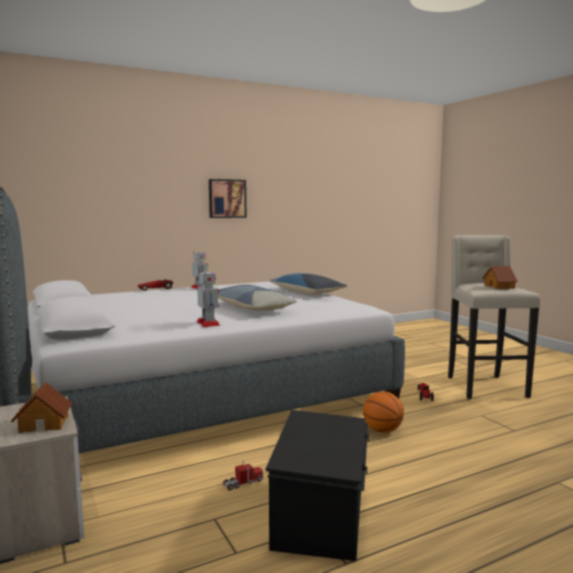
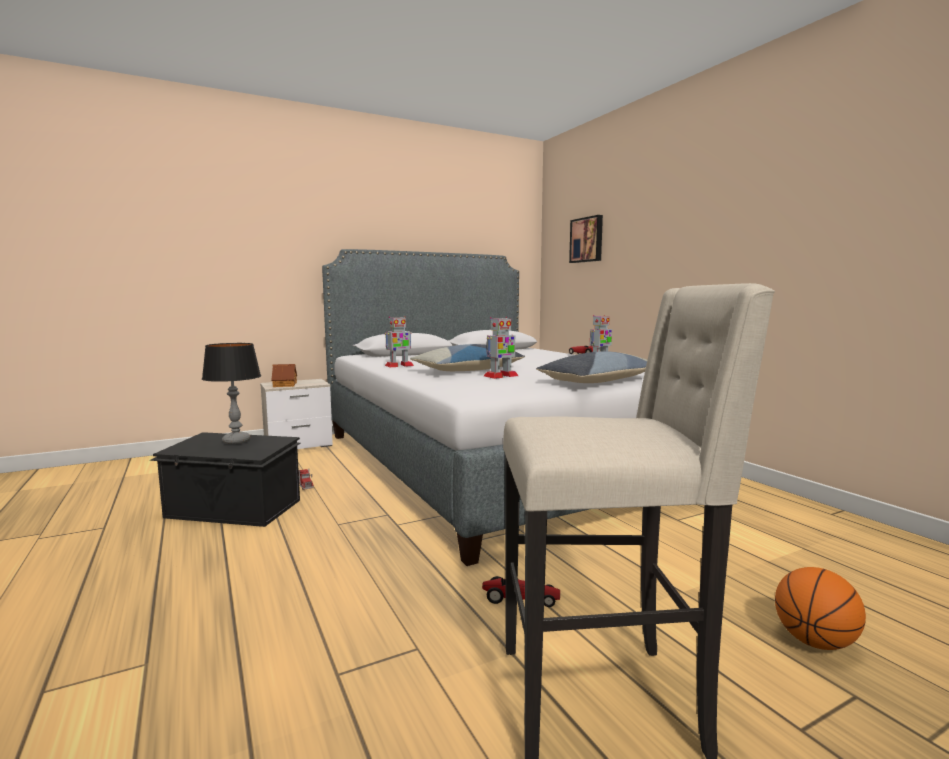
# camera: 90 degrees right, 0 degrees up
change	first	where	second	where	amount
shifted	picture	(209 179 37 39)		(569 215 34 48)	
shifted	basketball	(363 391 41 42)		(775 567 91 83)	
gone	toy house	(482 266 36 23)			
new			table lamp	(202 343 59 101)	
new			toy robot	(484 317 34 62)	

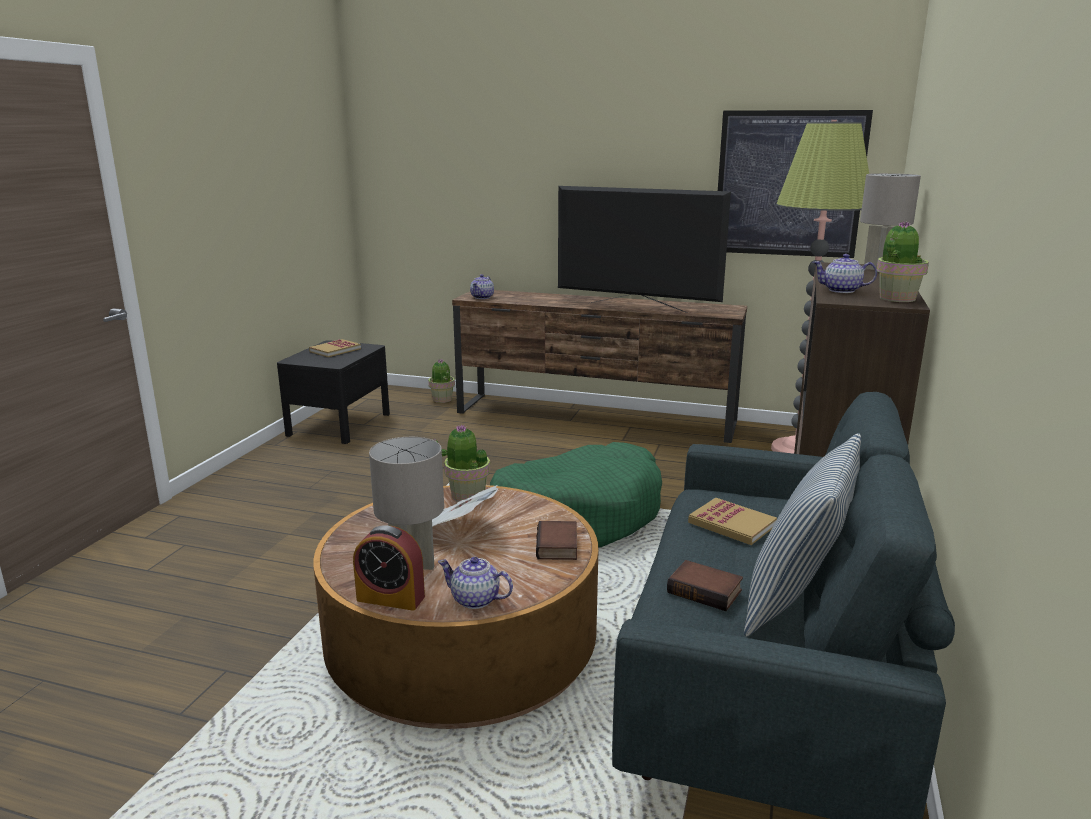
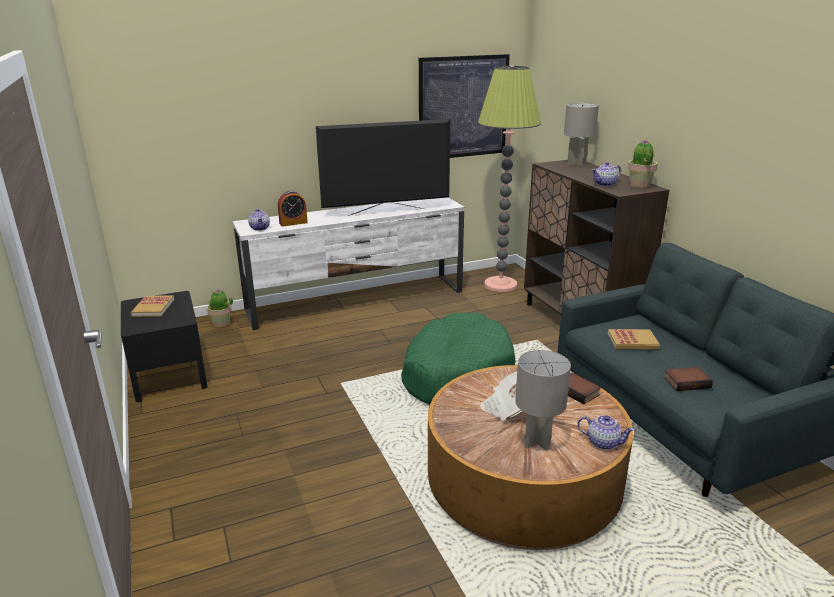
# camera: 40 degrees left, 5 degrees up
change	first	where	second	where	amount
shifted	alarm clock	(353 525 72 86)		(278 191 30 36)	
gone	potted plant	(433 424 57 78)			
rotated	teapot	(438 557 75 52)		(577 415 58 35)	135 degrees counterclockwise
repainted	brown tv stand	(452 290 295 153)	white tv stand	(233 197 232 133)	
gone	pillow	(744 433 117 204)			

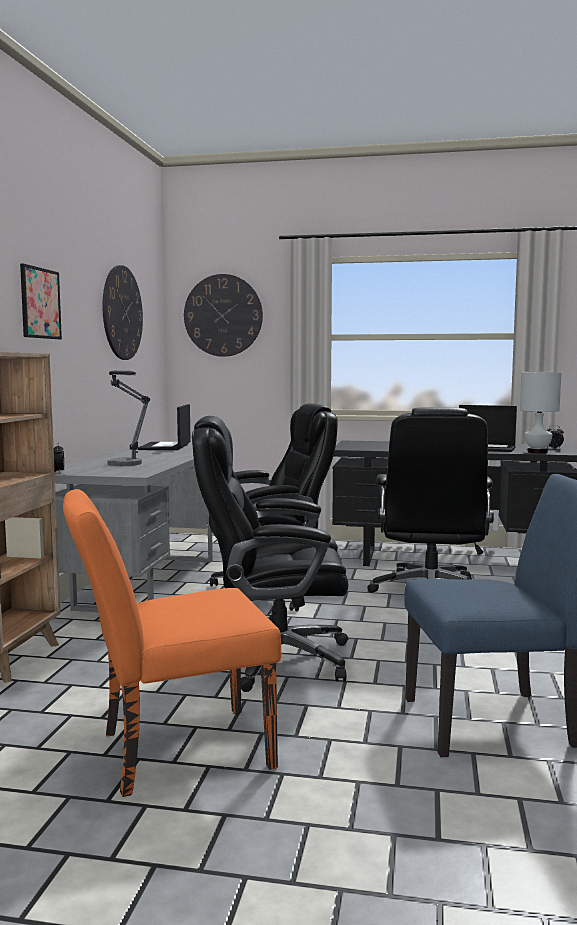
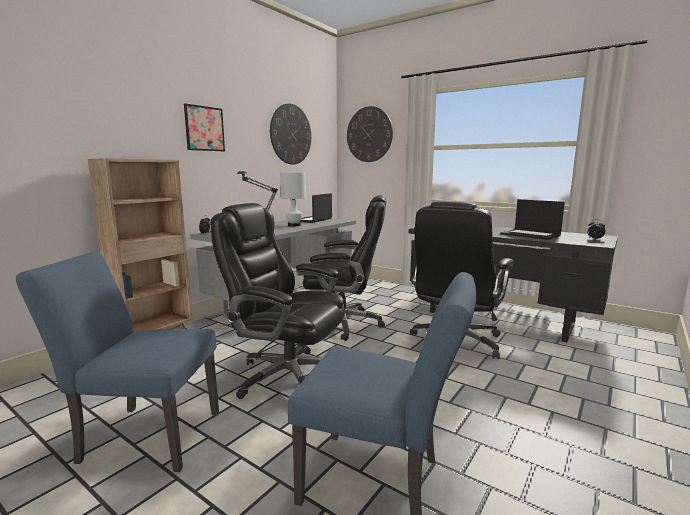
# camera: 25 degrees right, 5 degrees up
change	first	where	second	where	amount
repainted	orange chair	(63 489 218 308)	blue chair	(16 251 203 221)	
shifted	white table lamp	(520 372 42 82)		(280 172 26 54)	

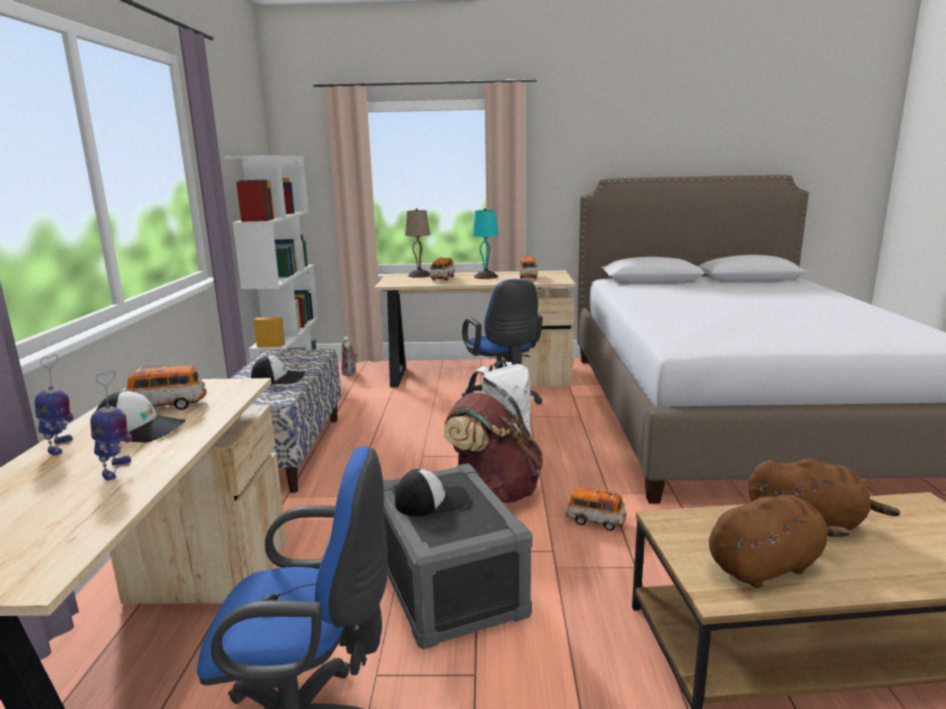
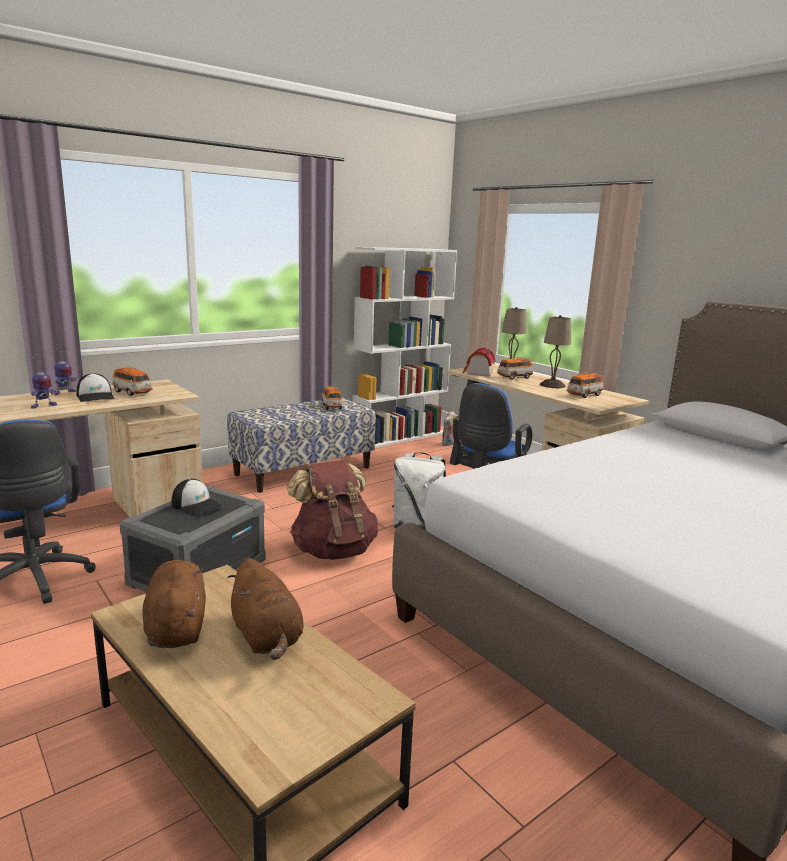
# camera: 50 degrees right, 0 degrees up
change	first	where	second	where	amount
gone	cap	(251 356 54 29)			
repainted	turquoise table lamp	(472 208 26 71)	beige table lamp	(540 315 31 73)	
shifted	toy car	(566 488 61 43)		(321 386 22 24)	
rotated	brown plush toy	(709 495 141 93)		(143 560 63 88)	135 degrees counterclockwise
new			toy house	(463 348 32 29)	

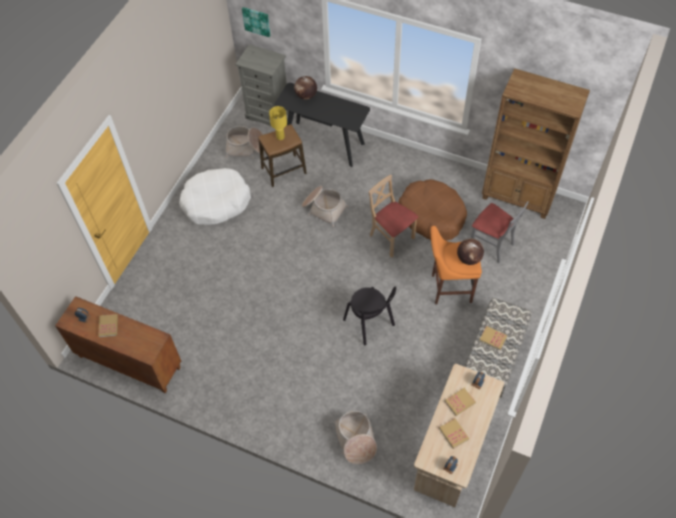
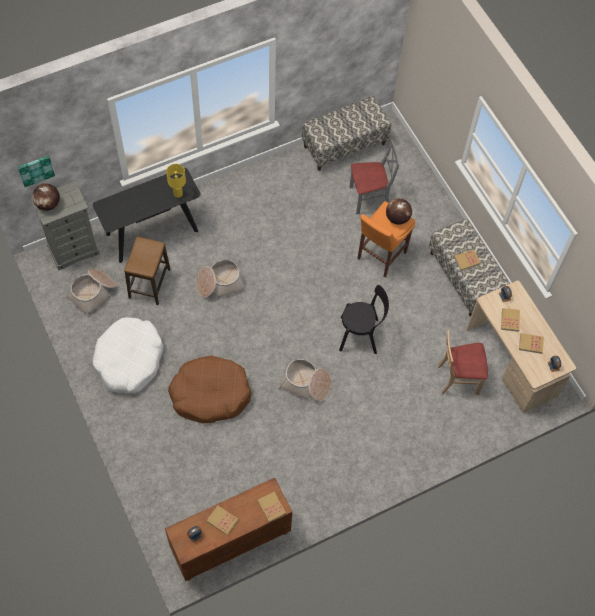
# camera: 55 degrees left, 5 degrees up
change	first	where	second	where	amount
shifted	yellow table lamp	(269 106 18 34)		(166 164 20 34)	
shifted	globe	(294 76 23 24)		(32 183 28 28)	
shifted	basket	(334 411 43 53)		(278 359 53 43)	
shifted	beige chair	(369 175 49 82)		(438 330 50 65)	
shifted	brown dog bed	(398 179 69 62)		(168 355 84 68)	
swapped	brown bookcase	(482 68 108 151)	bench	(302 96 89 75)	
new			book	(257 492 29 30)	

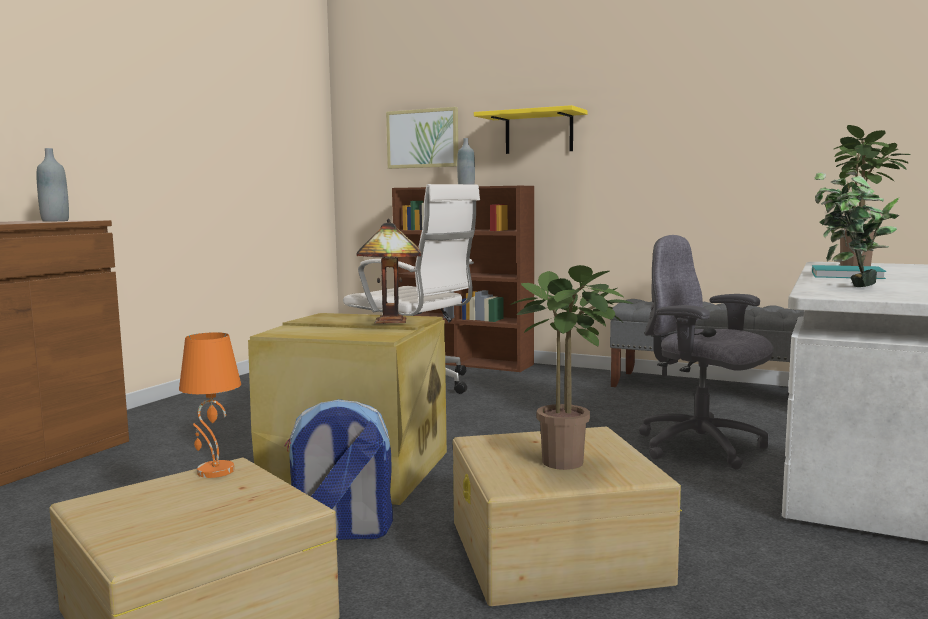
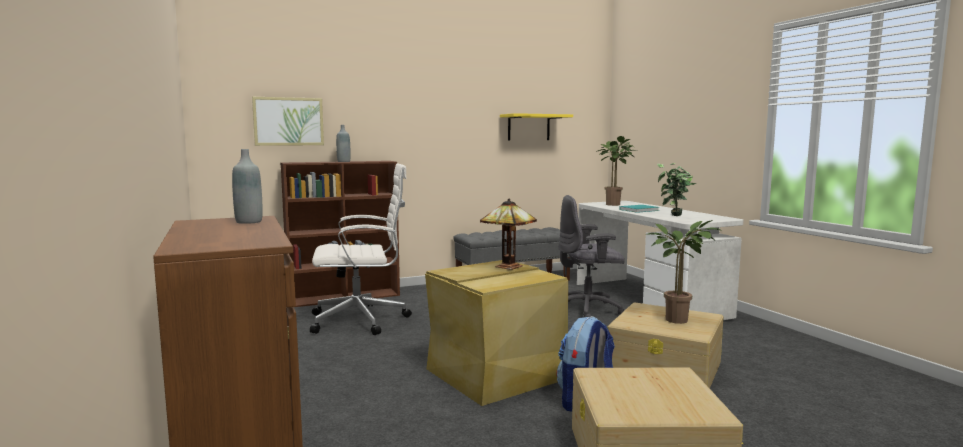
# camera: 50 degrees left, 0 degrees up
change	first	where	second	where	amount
gone	orange table lamp	(179 332 62 146)			
shifted	yellow shelf	(474 105 114 49)		(500 113 73 27)	

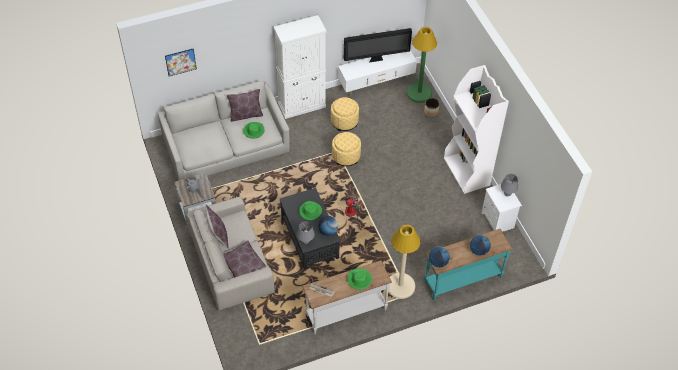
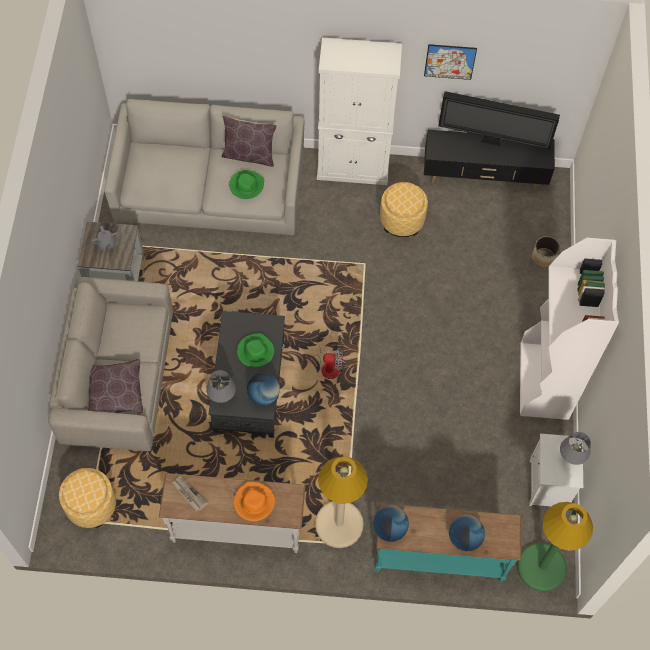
# camera: 25 degrees right, 10 degrees up
change	first	where	second	where	amount
shifted	picture	(165 48 32 28)		(424 44 53 36)	
gone	brown pillow	(205 205 23 44)			
shifted	ottoman	(332 132 29 34)		(59 468 57 60)	
repainted	white tv stand	(338 51 79 46)	black tv stand	(424 130 131 61)	
repainted	green hat	(347 268 25 22)	orange hat	(234 481 41 40)	
shifted	green floor lamp	(407 27 30 76)		(517 502 76 90)	

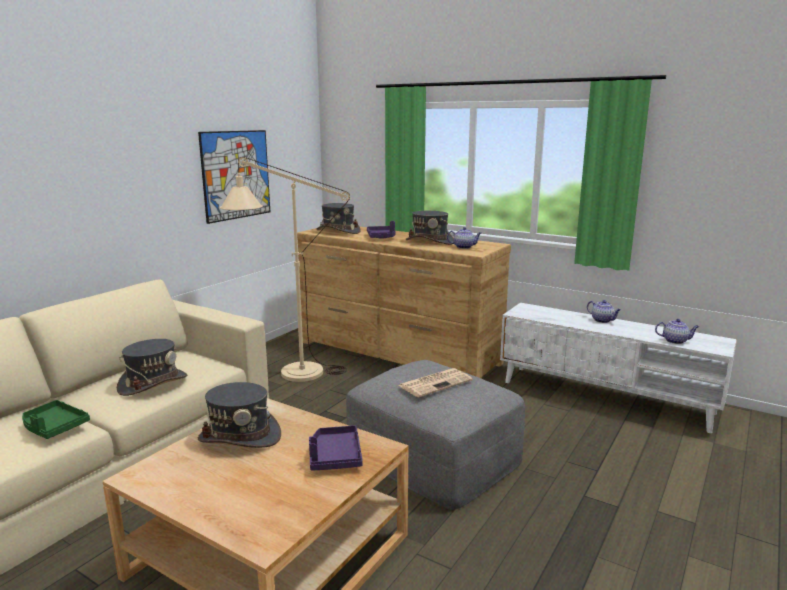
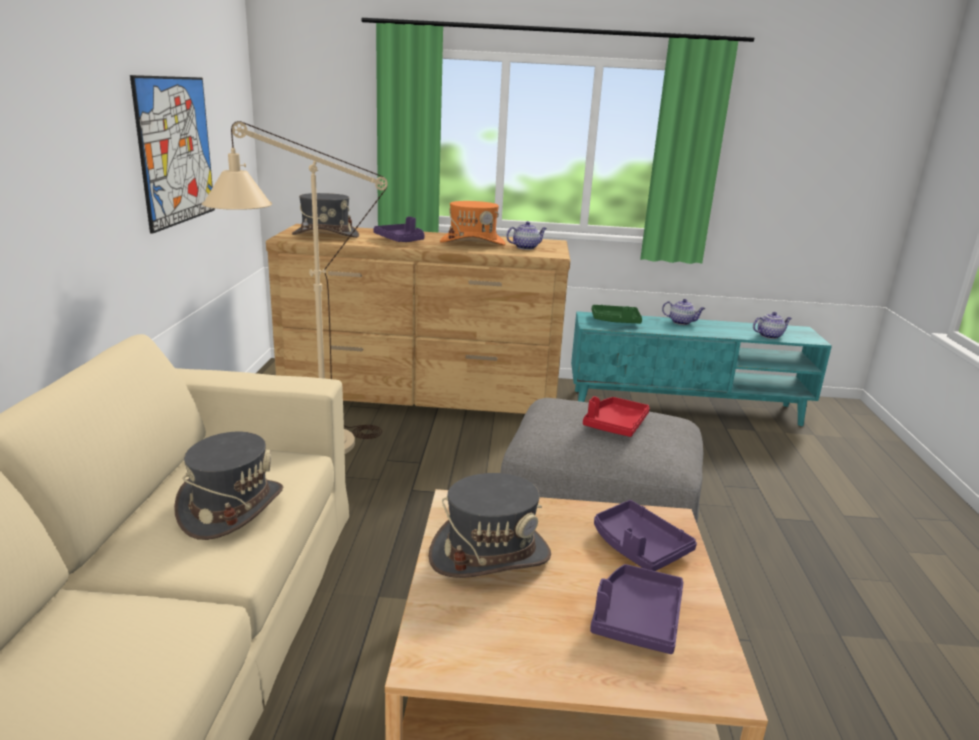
# camera: 30 degrees left, 5 degrees up
change	first	where	second	where	amount
shifted	green tray	(22 400 68 39)		(592 305 50 19)	
swapped	newspaper	(399 368 74 30)	red tray	(583 396 67 41)	
repainted	grey hat	(406 211 48 34)	orange hat	(440 201 66 45)	
repainted	white tv stand	(500 303 237 130)	turquoise tv stand	(571 311 261 115)	
new			purple tray	(590 564 94 90)	

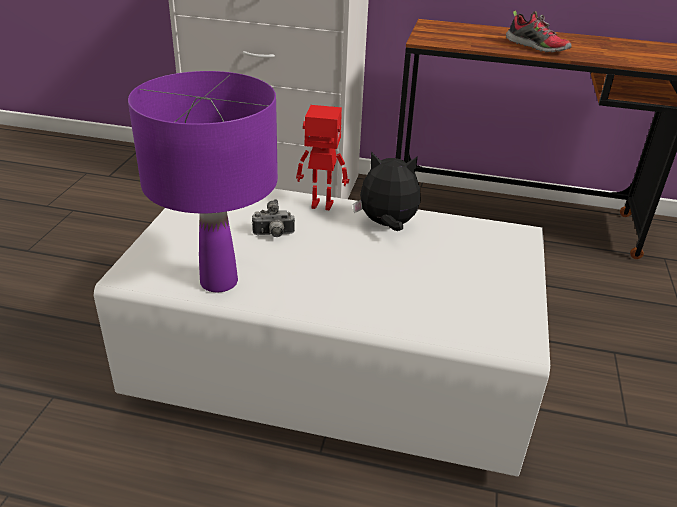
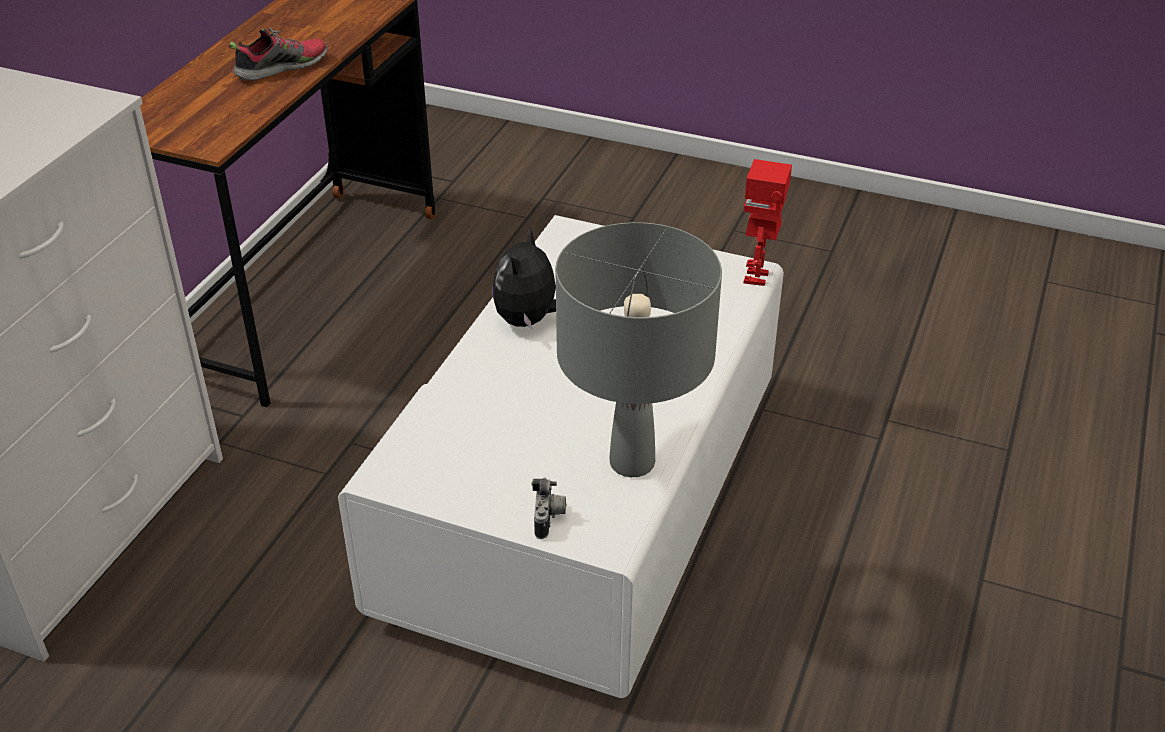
# camera: 80 degrees left, 5 degrees up
change	first	where	second	where	amount
repainted	purple table lamp	(128 71 150 222)	grey table lamp	(555 222 167 255)	
shifted	photo camera	(252 199 43 38)		(532 478 34 61)	
shifted	toy robot	(296 105 53 105)		(743 159 49 127)	

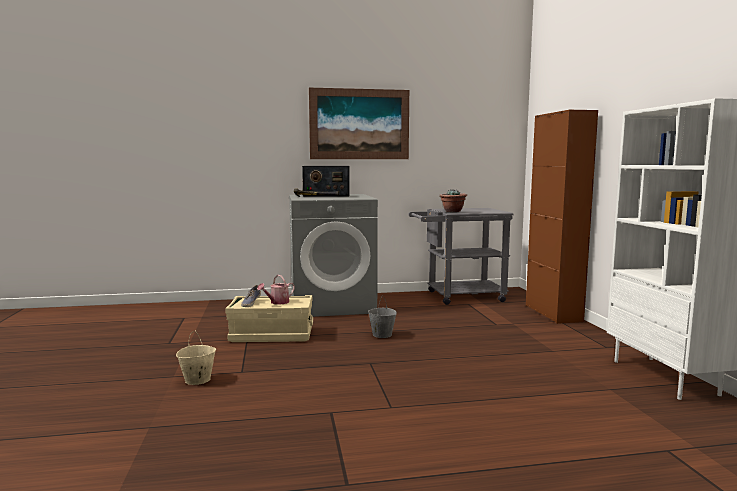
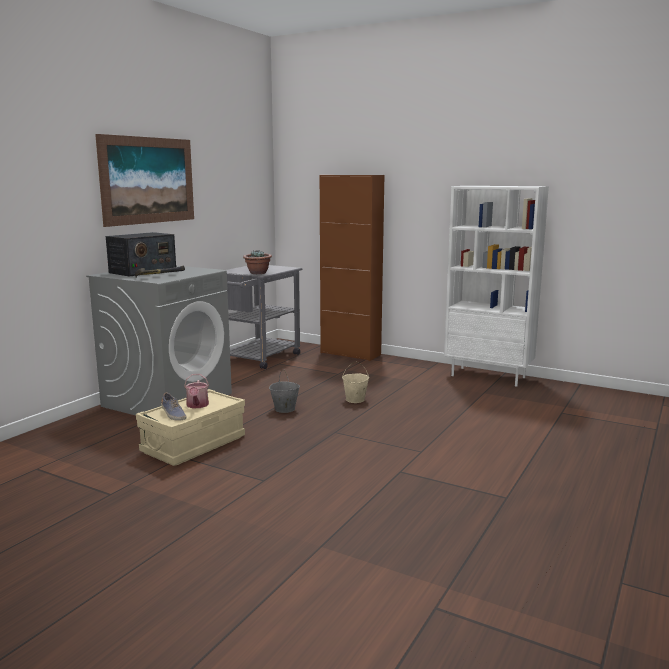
# camera: 50 degrees left, 5 degrees up
change	first	where	second	where	amount
shifted	beige bucket	(176 331 40 54)		(342 362 27 41)	

